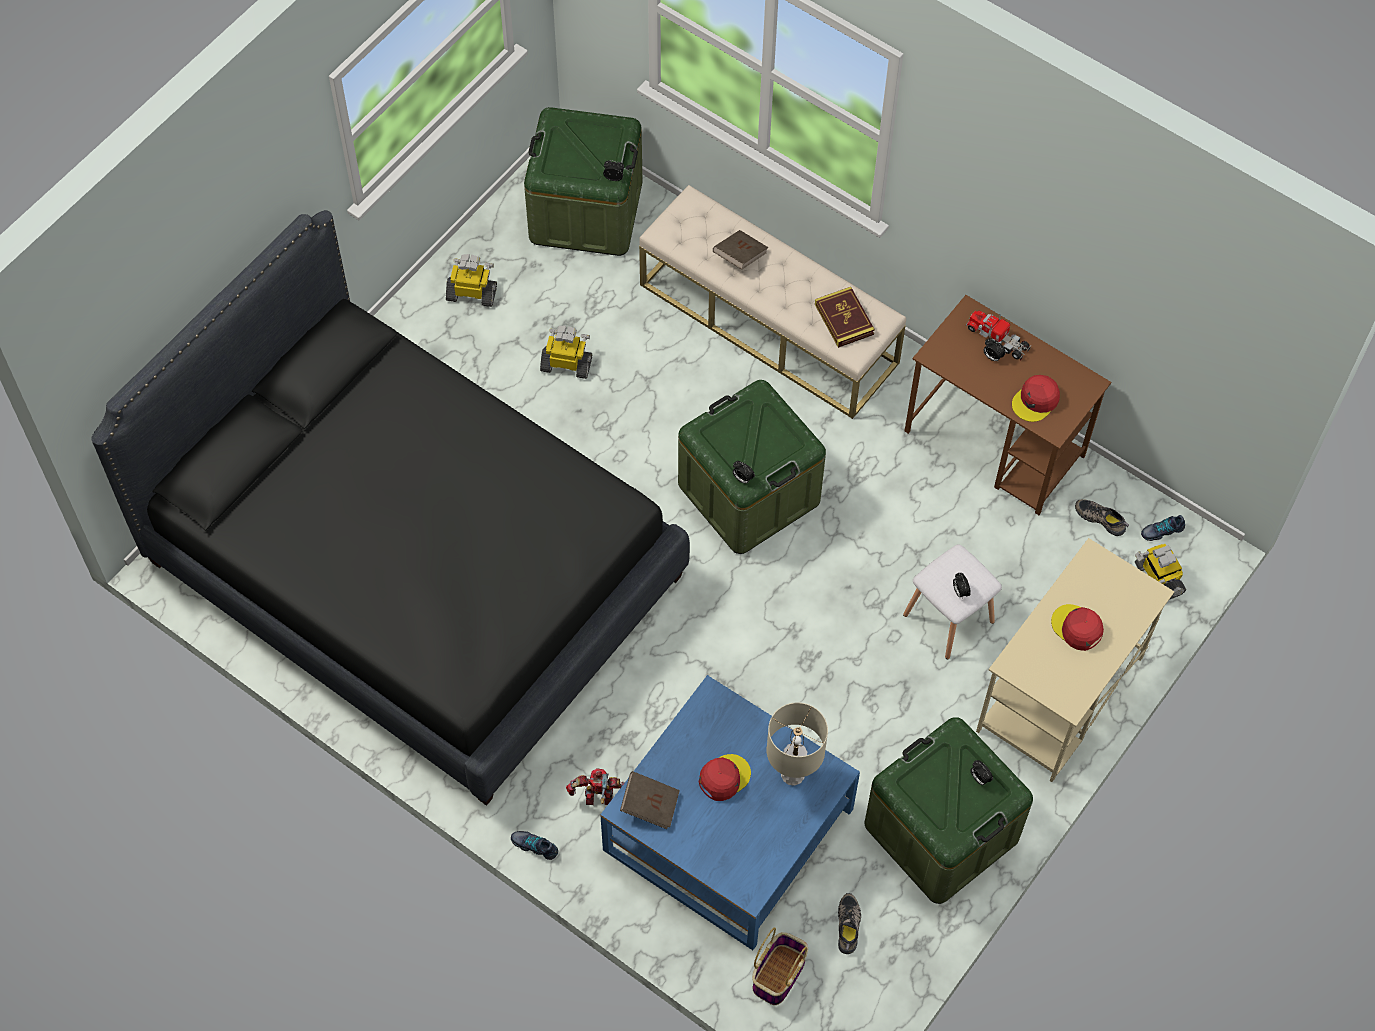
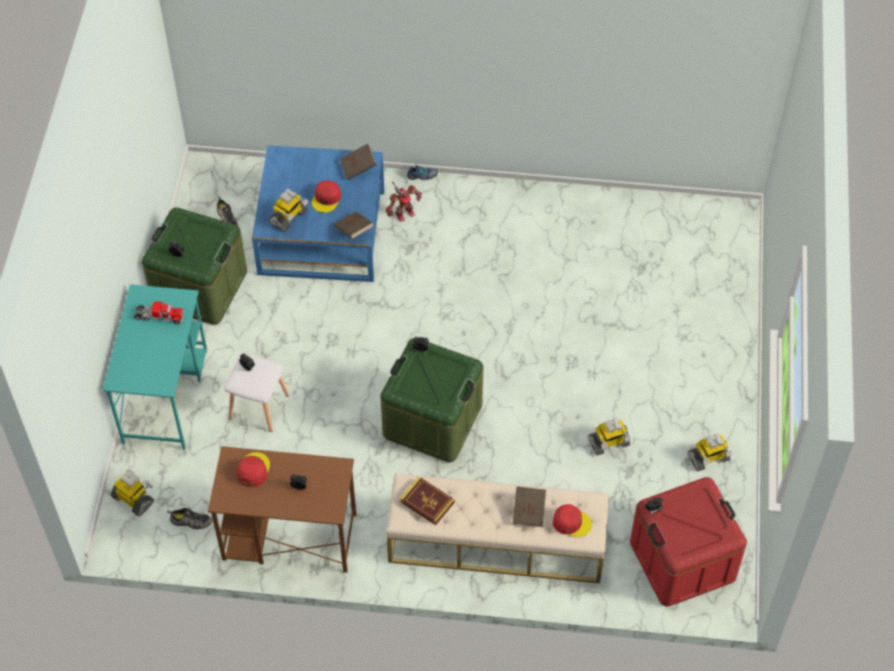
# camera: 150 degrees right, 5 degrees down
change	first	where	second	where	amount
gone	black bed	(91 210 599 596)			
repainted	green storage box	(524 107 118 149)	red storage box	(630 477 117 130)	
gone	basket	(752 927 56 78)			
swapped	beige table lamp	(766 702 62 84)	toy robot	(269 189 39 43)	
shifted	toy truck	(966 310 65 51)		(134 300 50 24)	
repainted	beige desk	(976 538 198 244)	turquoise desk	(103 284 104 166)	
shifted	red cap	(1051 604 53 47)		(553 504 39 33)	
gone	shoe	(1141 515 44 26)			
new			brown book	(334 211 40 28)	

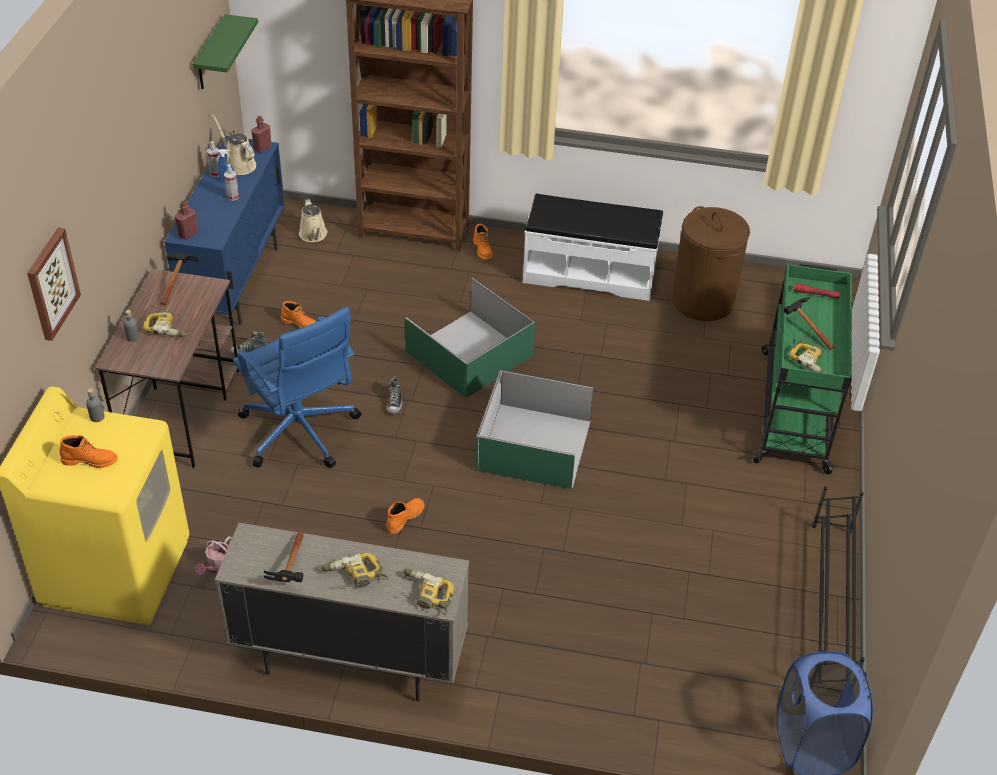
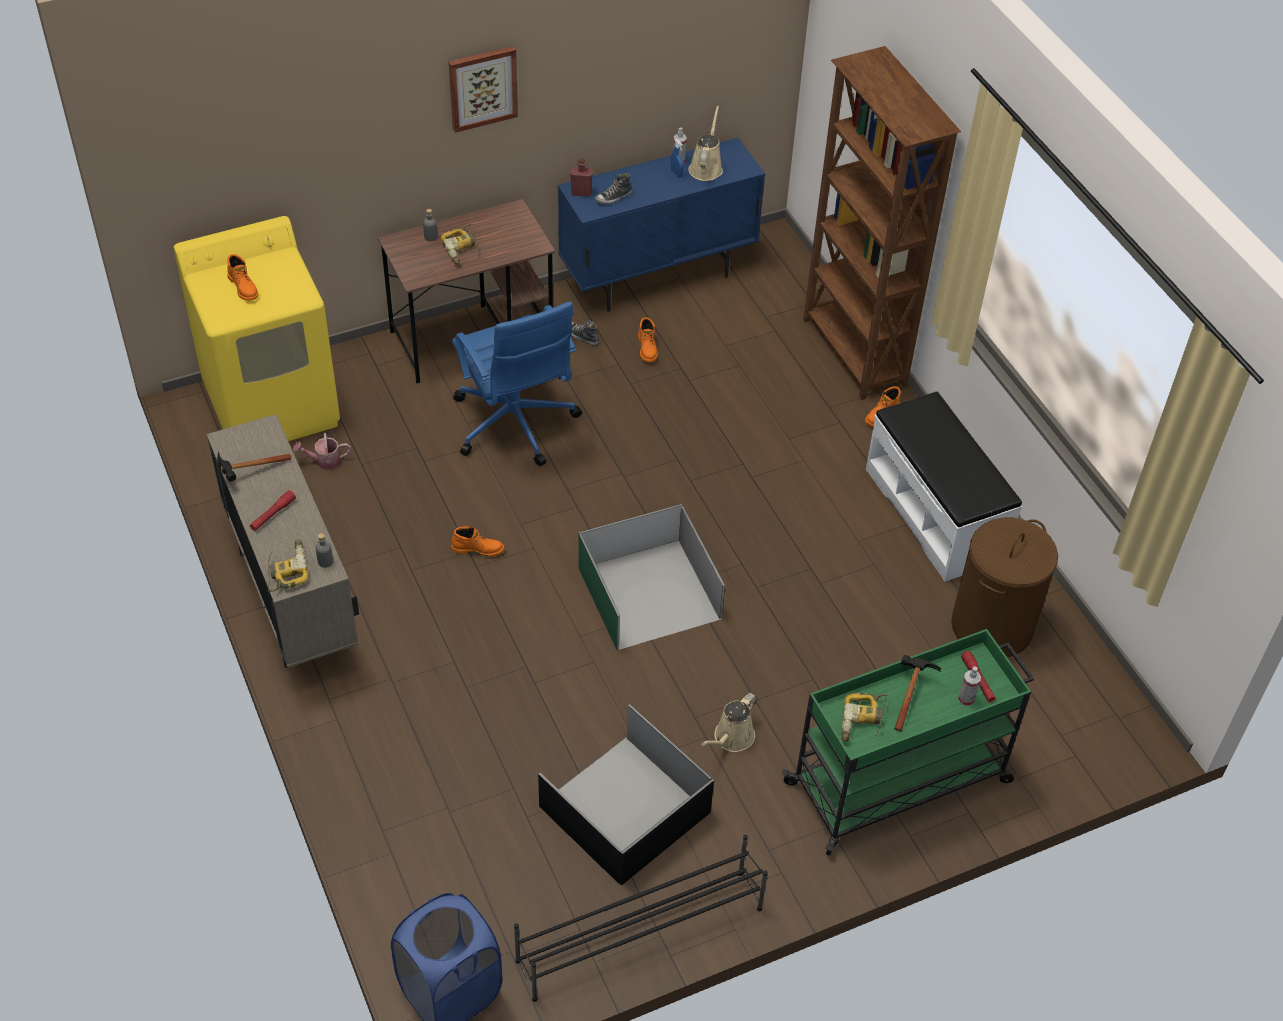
# camera: 55 degrees right, 5 degrees up
change	first	where	second	where	amount
shifted	picture	(27 227 54 114)		(449 46 69 87)	
shifted	grey bottle	(86 388 19 34)		(315 533 18 35)	
gone	hammer	(160 252 39 53)			
gone	green shelf	(192 14 66 75)			
shifted	spray bottle	(224 164 15 37)		(958 667 23 39)	
rotated	blue office chair	(233 306 128 162)		(452 301 130 165)	45 degrees counterclockwise
gone	red bottle	(251 116 21 37)			
shifted	beige watering can	(299 199 28 43)		(702 693 55 59)	
swapped	power drill	(321 553 68 35)	red flashlight	(249 490 47 41)	
shifted	shoe	(387 376 15 38)		(595 173 37 31)	
gone	green storage box	(405 278 130 120)			
new			black storage box	(538 704 176 182)	

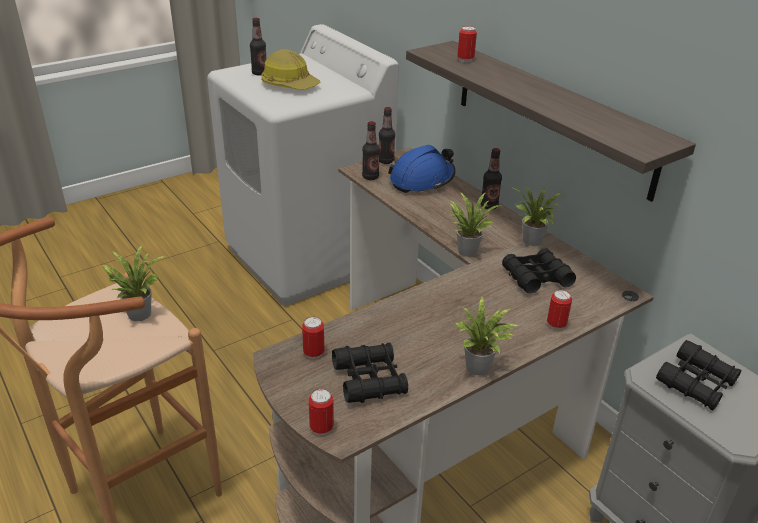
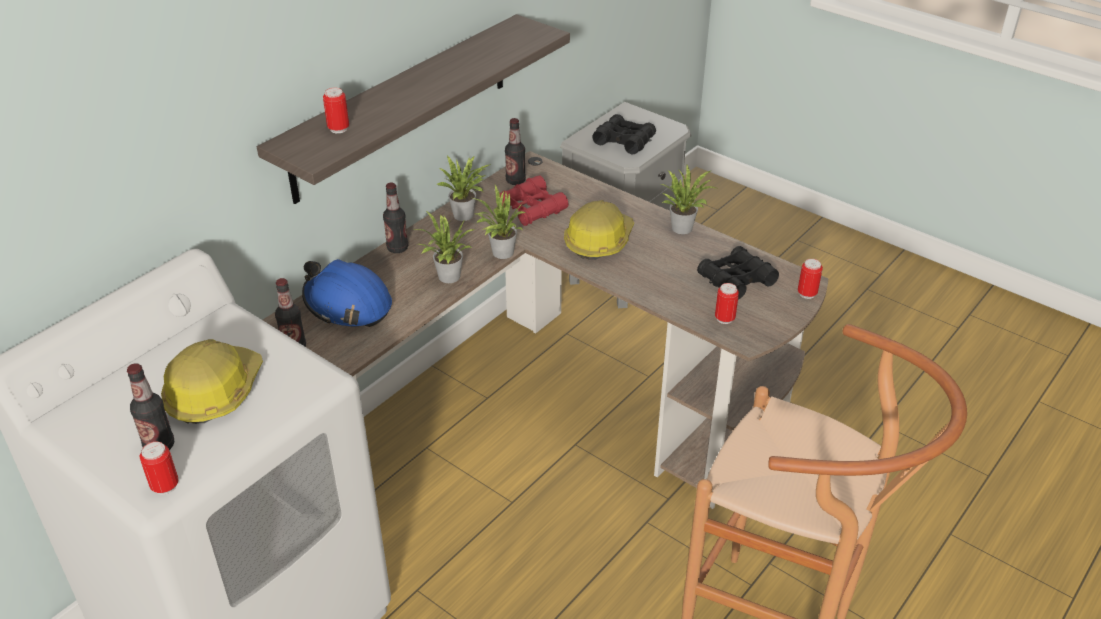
# camera: 105 degrees left, 5 degrees up
change	first	where	second	where	amount
shifted	potted plant	(101 245 64 76)		(411 211 64 72)	
shifted	bottle	(362 121 18 59)		(505 118 21 67)	
repainted	black binoculars	(502 248 74 46)	red binoculars	(499 175 69 51)	
shifted	can	(547 290 25 40)		(140 442 38 53)	
new			hard hat	(564 200 70 60)	

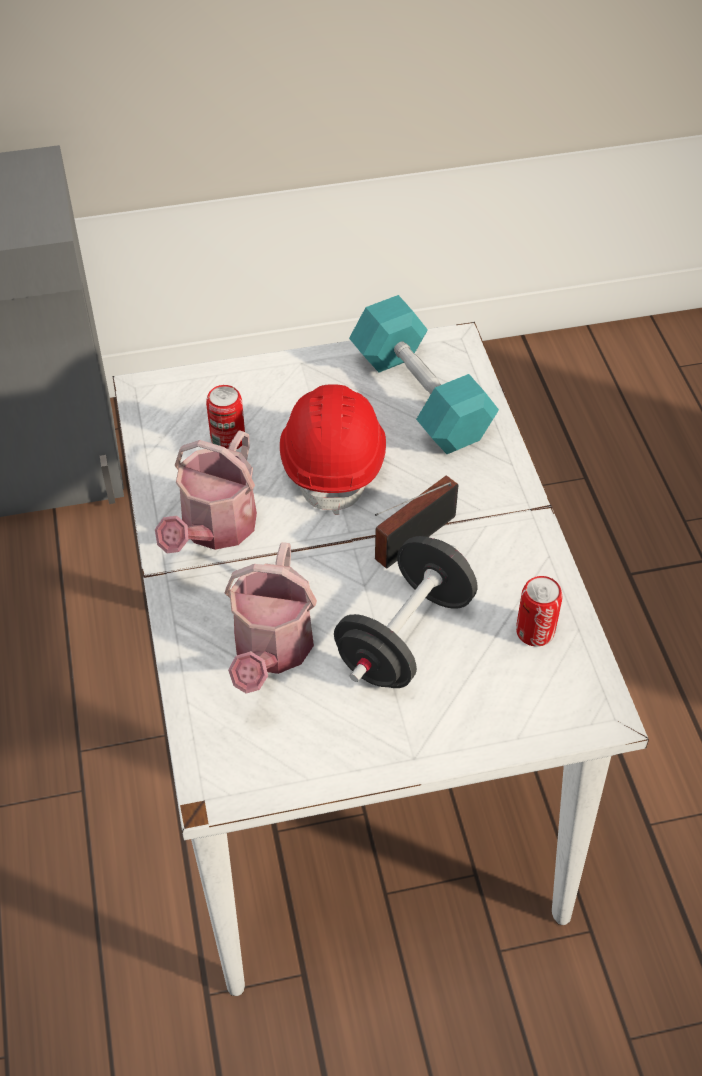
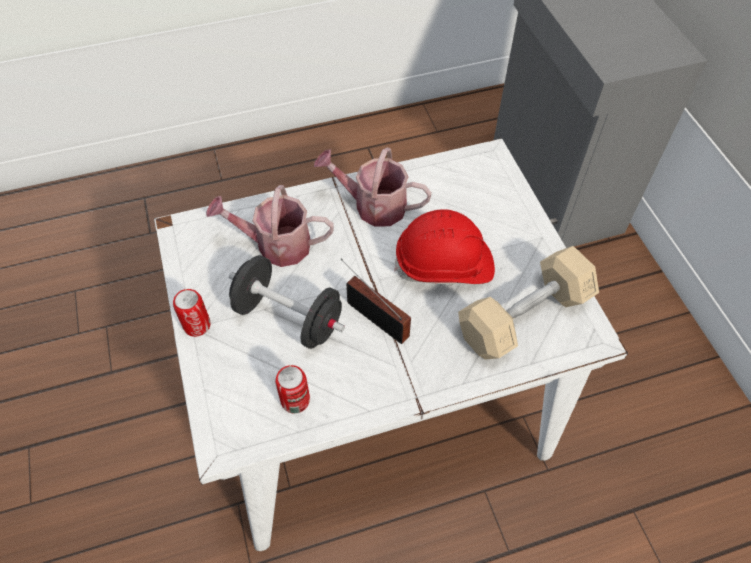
# camera: 85 degrees right, 5 degrees up
change	first	where	second	where	amount
shifted	can	(206 385 39 64)		(173 289 38 48)	
repainted	turquoise dumbbell	(349 295 150 159)	beige dumbbell	(458 246 141 114)	

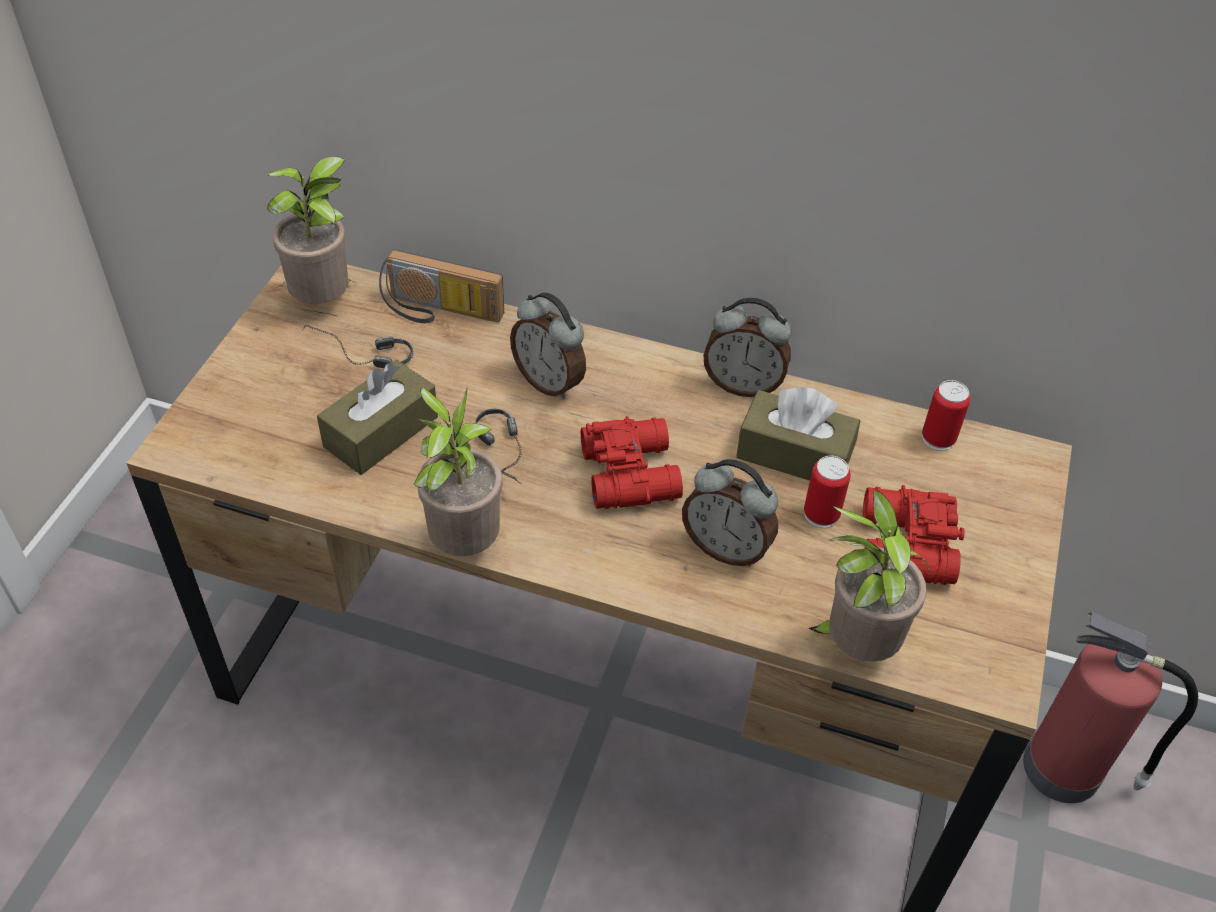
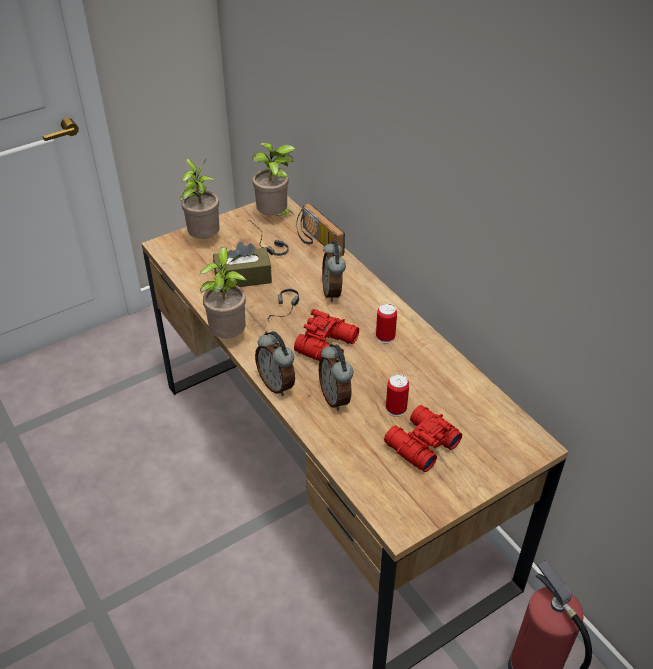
# camera: 40 degrees right, 5 degrees down
change	first	where	second	where	amount
shifted	alarm clock	(703 297 88 100)		(255 331 40 65)	
gone	brown tissue box	(736 387 124 94)			
shifted	potted plant	(808 489 122 173)		(180 158 40 81)	
shifted	can	(922 380 48 71)		(376 303 21 40)	

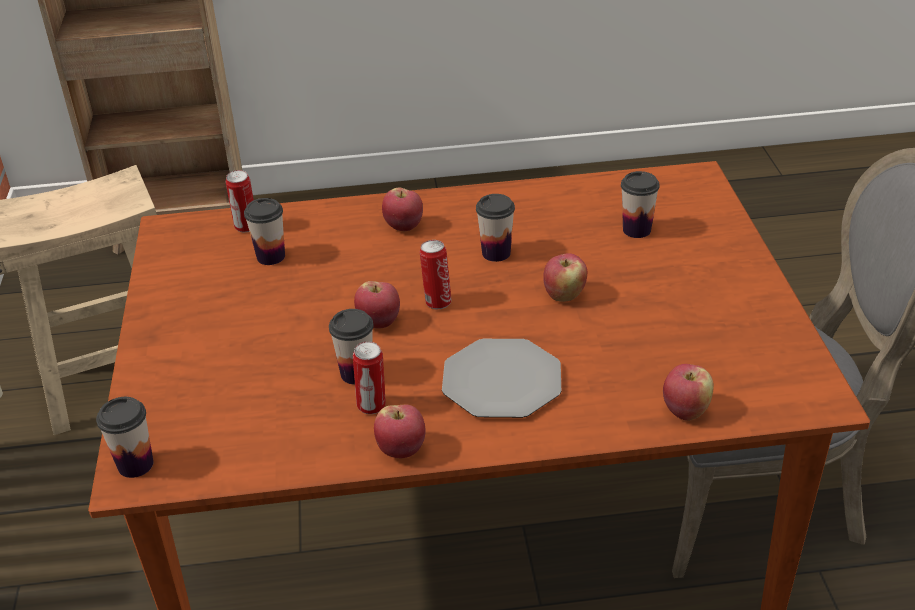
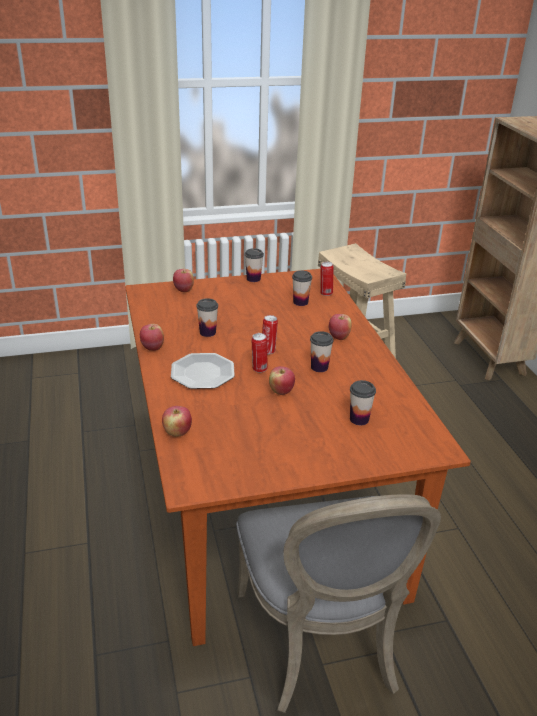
# camera: 80 degrees right, 5 degrees down
change	first	where	second	where	amount
shifted	cup	(96 397 57 81)		(245 248 19 34)	
shifted	can	(353 341 33 73)		(251 333 17 40)	
shifted	apple	(354 281 46 48)		(173 269 21 23)	

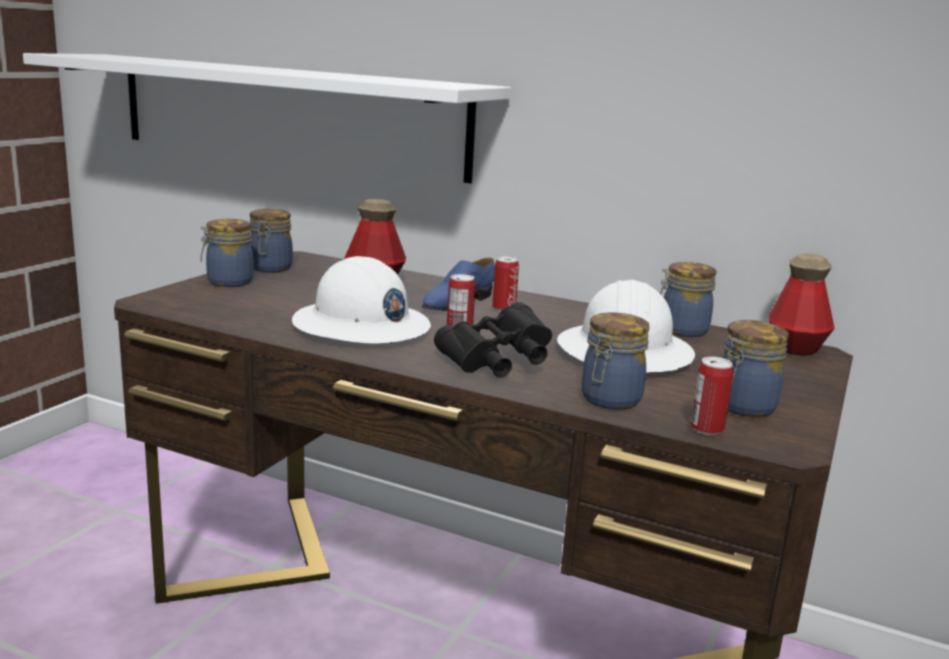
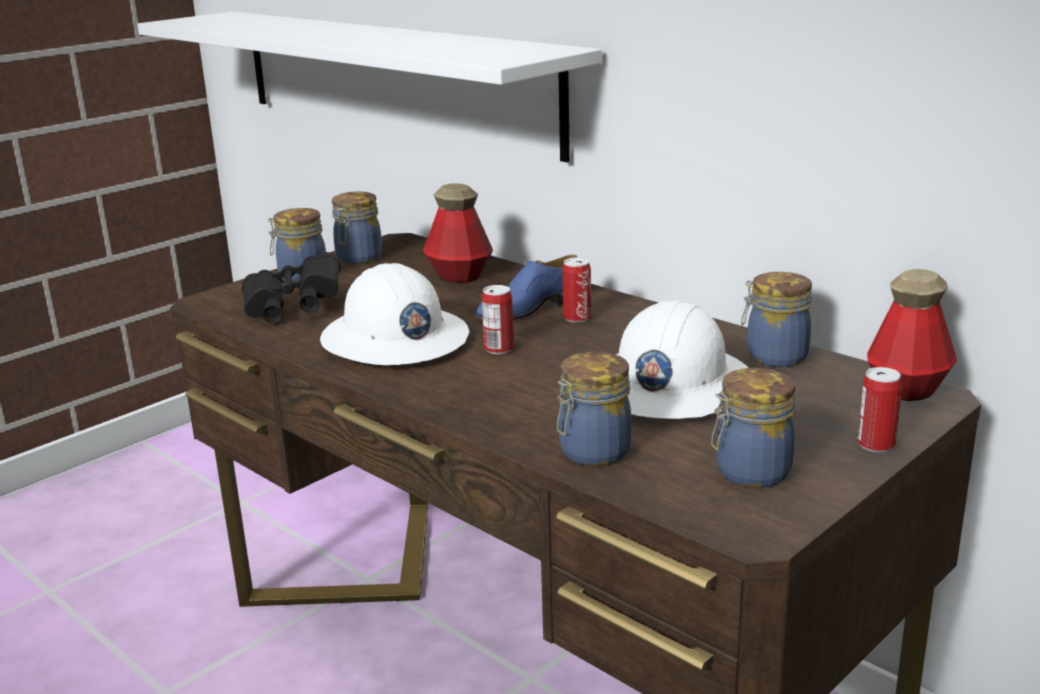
# camera: 20 degrees right, 5 degrees up
change	first	where	second	where	amount
shifted	black binoculars	(434 302 118 76)		(242 252 99 71)	
shifted	can	(690 357 44 78)		(857 367 45 85)	

